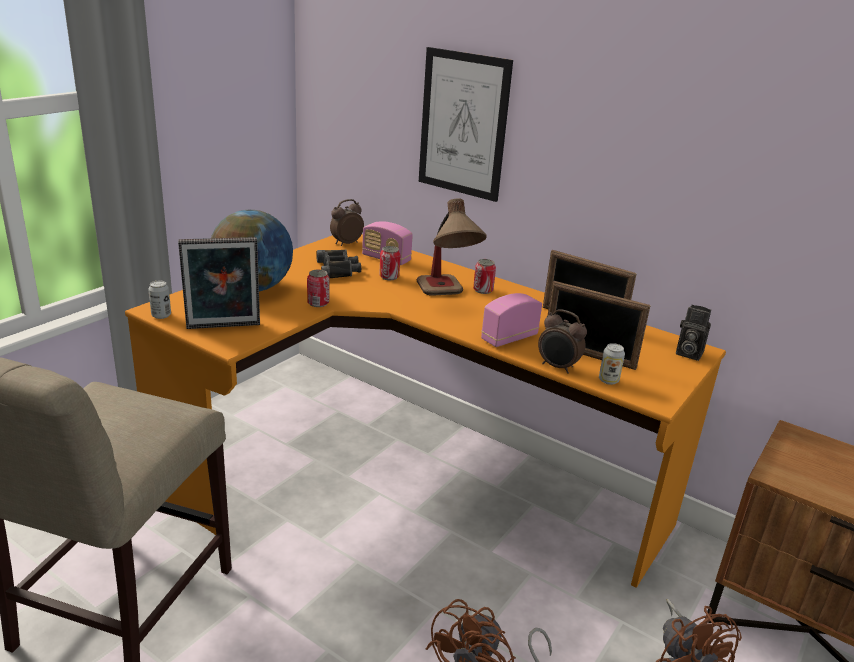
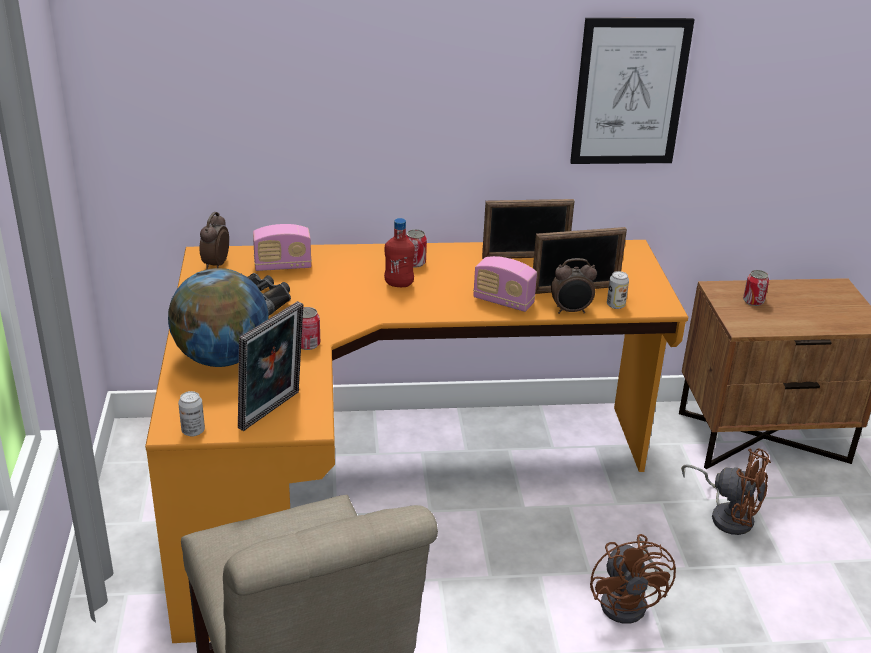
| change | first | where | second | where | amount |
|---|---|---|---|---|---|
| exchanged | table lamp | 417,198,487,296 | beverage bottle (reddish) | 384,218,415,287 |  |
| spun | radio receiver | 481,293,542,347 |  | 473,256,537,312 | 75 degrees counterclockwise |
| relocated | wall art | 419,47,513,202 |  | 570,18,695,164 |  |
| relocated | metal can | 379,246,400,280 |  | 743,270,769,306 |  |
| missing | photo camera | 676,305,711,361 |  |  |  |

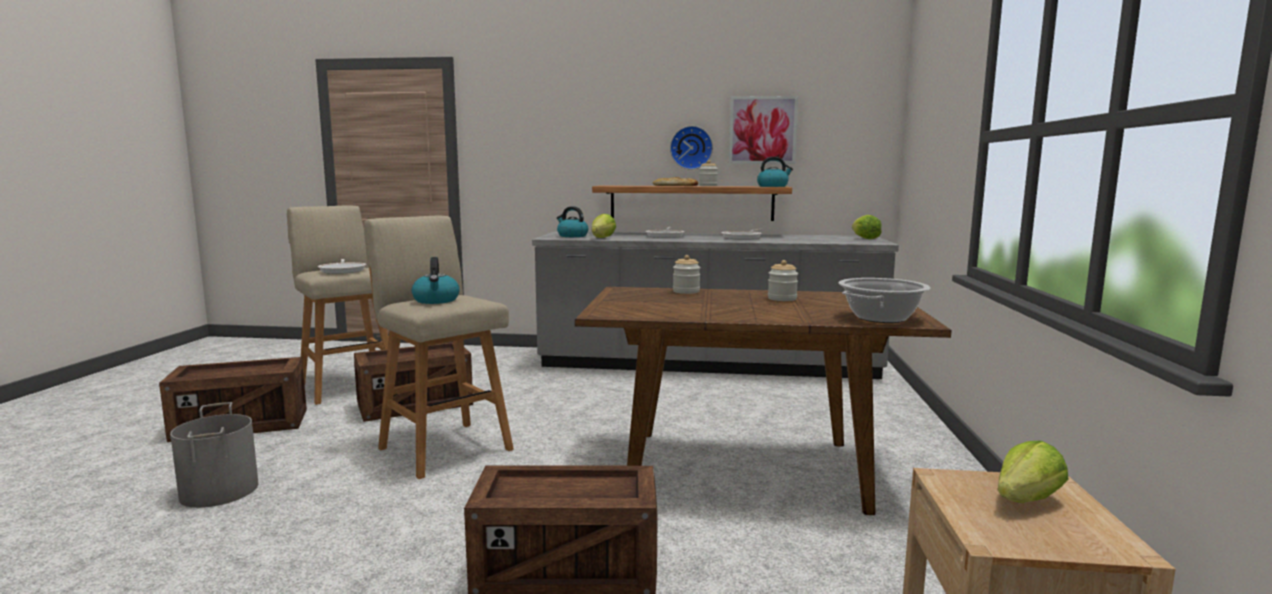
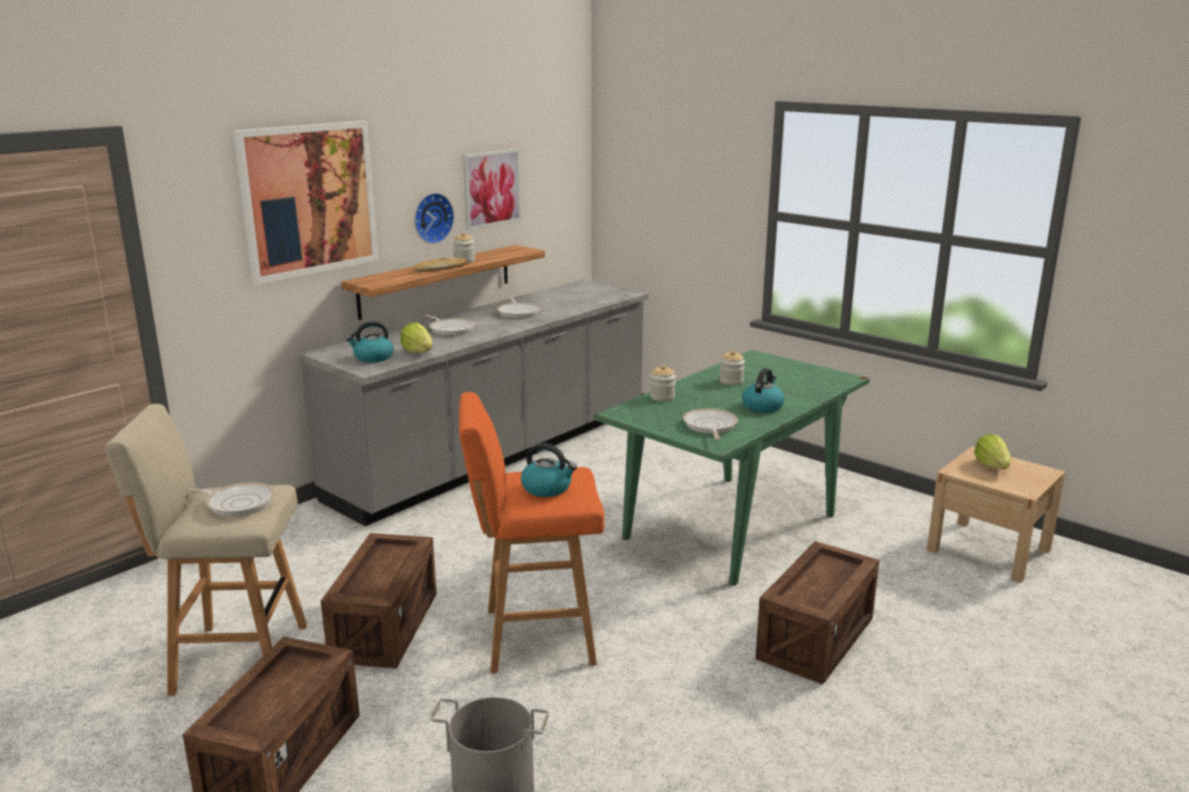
| change | first | where | second | where | amount |
|---|---|---|---|---|---|
| appeared |  |  | wall art | 233,121,378,285 |  |
| colour | stool (beige) | 364,216,514,479 | stool (orange-coloured) | 459,392,605,673 |  |
| colour | dinner table (brown) | 575,287,952,515 | dinner table (green) | 595,350,870,586 |  |
| appeared |  |  | frying pan | 683,409,738,440 |  |
| relocated | water kettle | 757,157,793,187 |  | 742,368,785,413 |  |
| missing | saucepot | 838,278,930,323 |  |  |  |
| missing | head of lettuce | 852,215,882,239 |  |  |  |

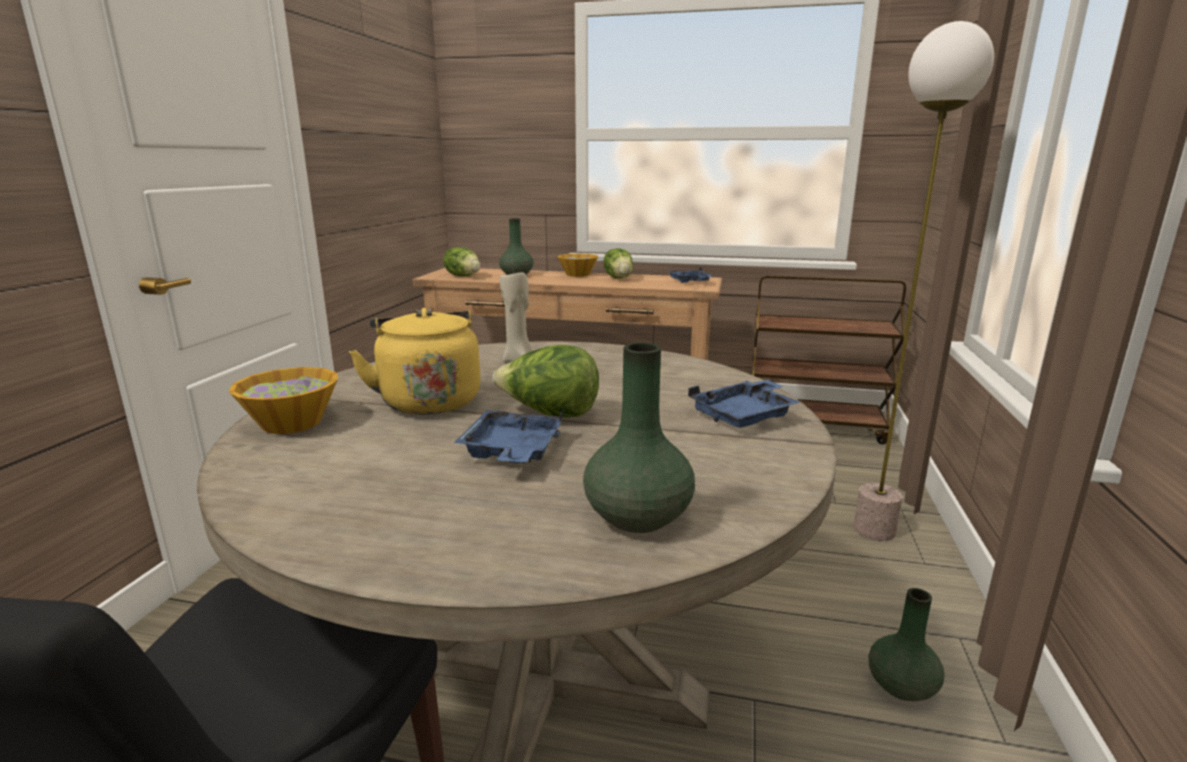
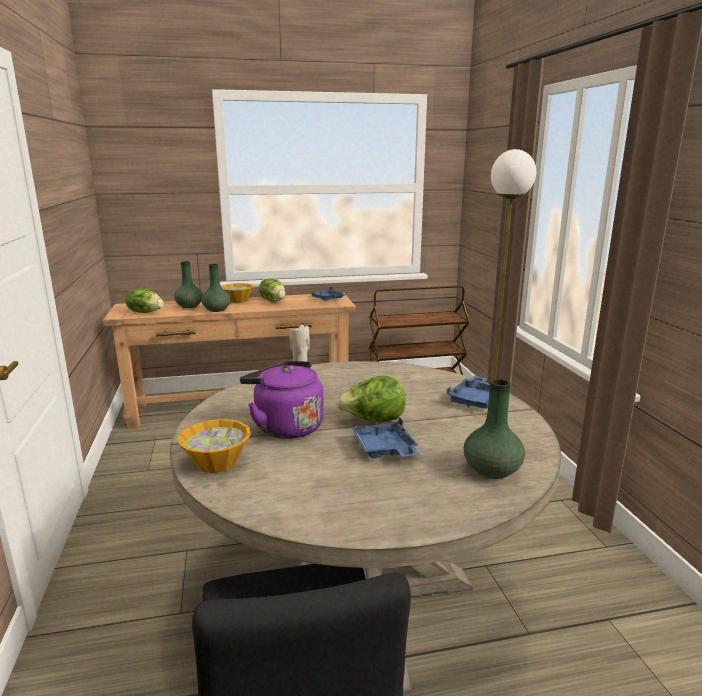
| change | first | where | second | where | amount |
|---|---|---|---|---|---|
| relocated | decorative vase (green) | 868,588,945,701 |  | 202,264,231,312 |  |
| colour | water kettle (yellow) | 349,308,481,415 | water kettle (purple) | 240,361,324,439 |  |

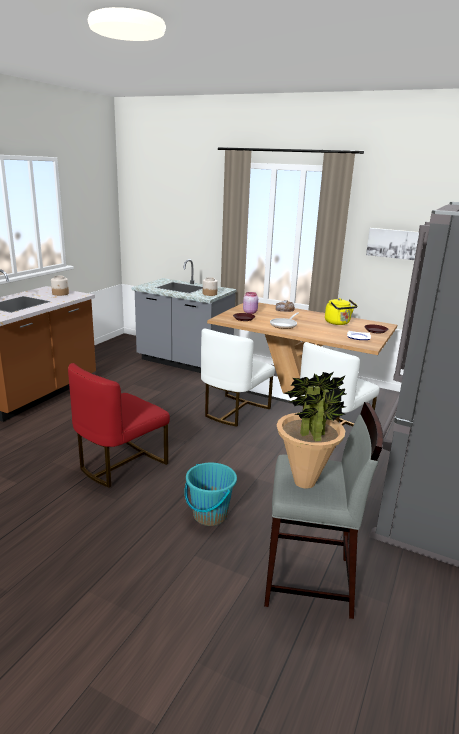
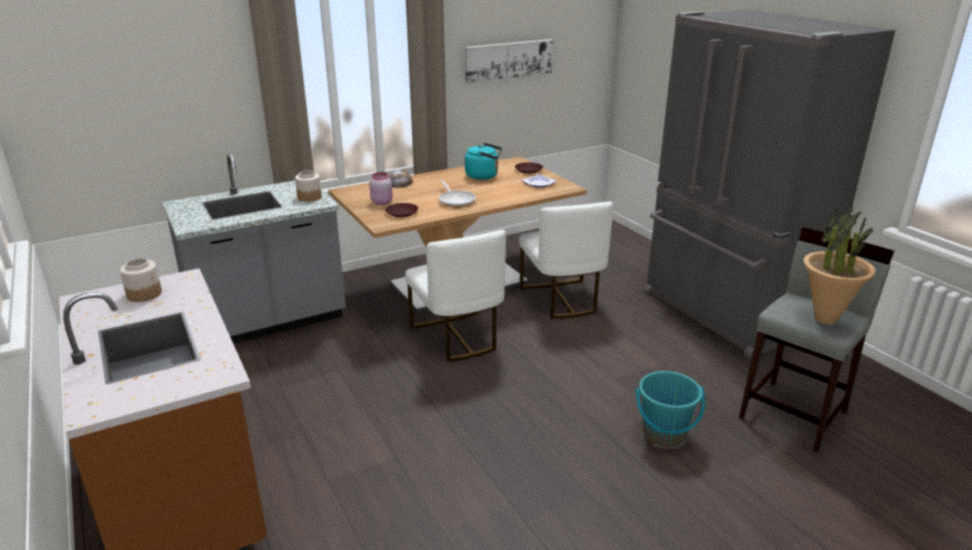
| change | first | where | second | where | amount |
|---|---|---|---|---|---|
| colour | water kettle (yellow) | 325,298,358,325 | water kettle (blue-green) | 465,143,502,180 |  |
| missing | plain chair (reddish) | 68,363,170,488 |  |  |  |

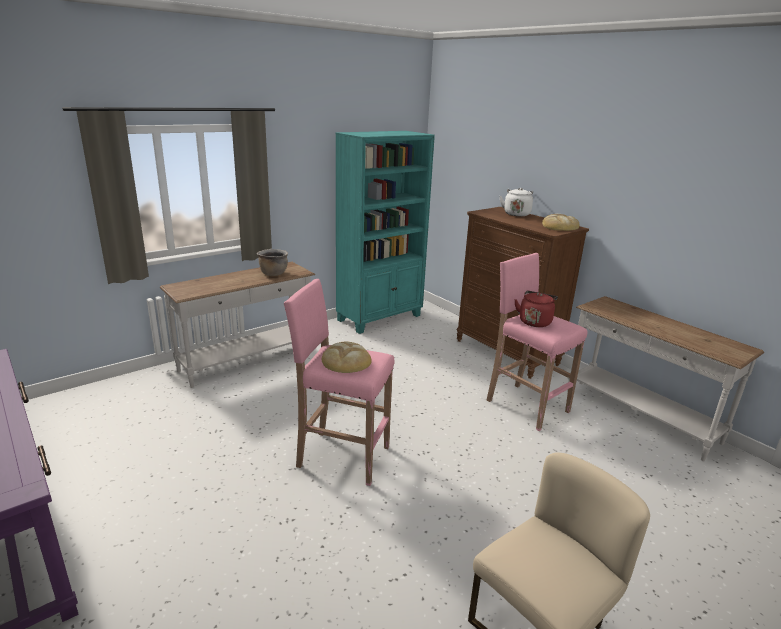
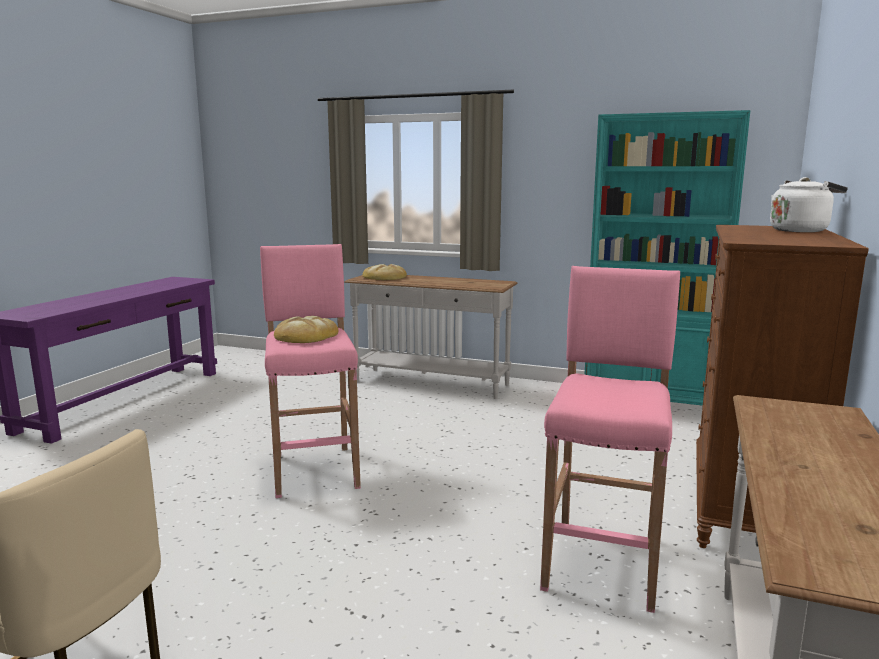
| change | first | where | second | where | amount |
|---|---|---|---|---|---|
| relocated | bread | 542,214,580,231 |  | 362,264,407,280 |  |
| missing | saucepot (brown) | 257,249,288,276 |  |  |  |
| missing | water kettle (reddish) | 514,291,558,327 |  |  |  |

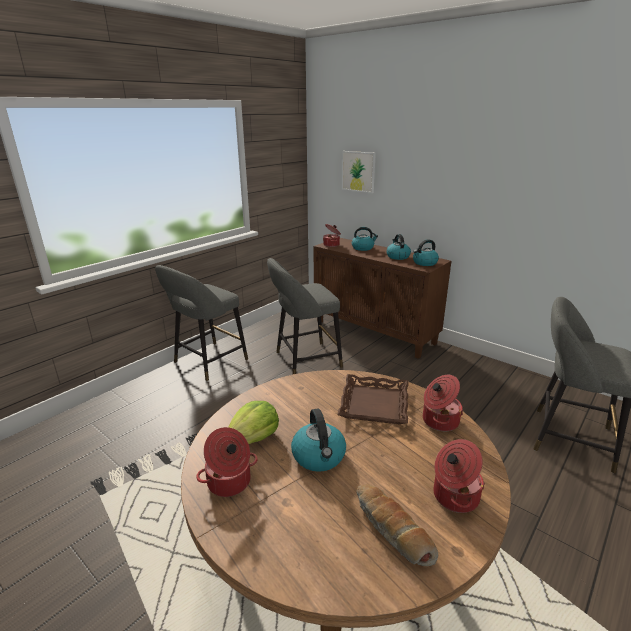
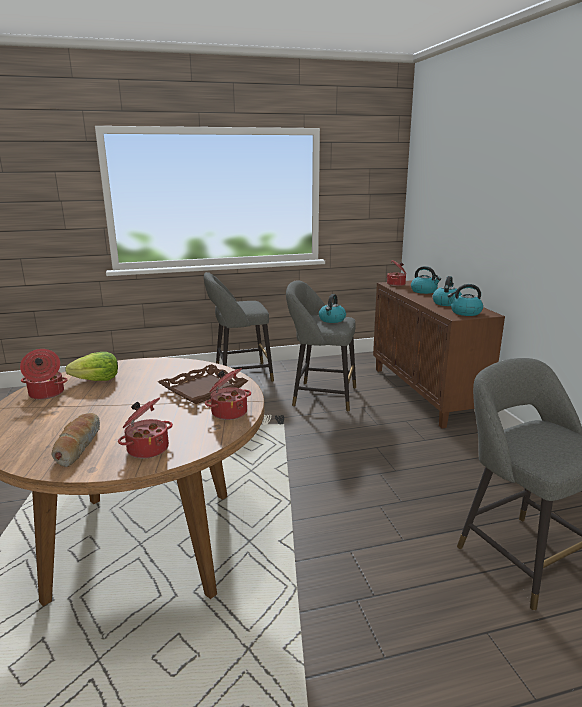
| change | first | where | second | where | amount |
|---|---|---|---|---|---|
| relocated | water kettle | 291,409,346,472 |  | 319,294,346,323 |  |
| missing | wall art | 342,151,376,193 |  |  |  |

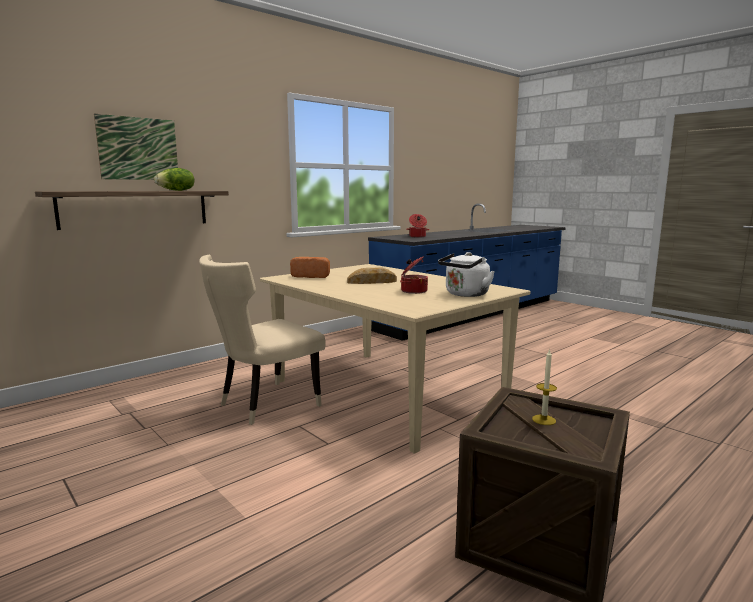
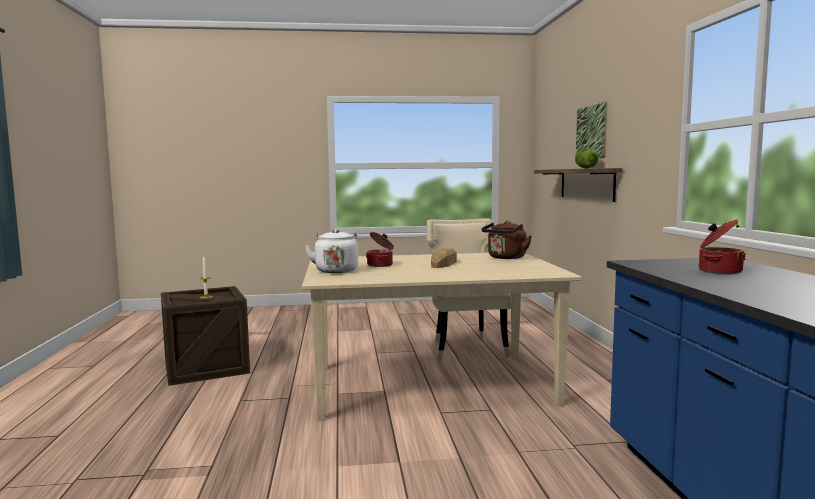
| change | first | where | second | where | amount |
|---|---|---|---|---|---|
| exchanged | bread | 290,257,330,278 | water kettle (brown) | 482,221,532,259 |  |

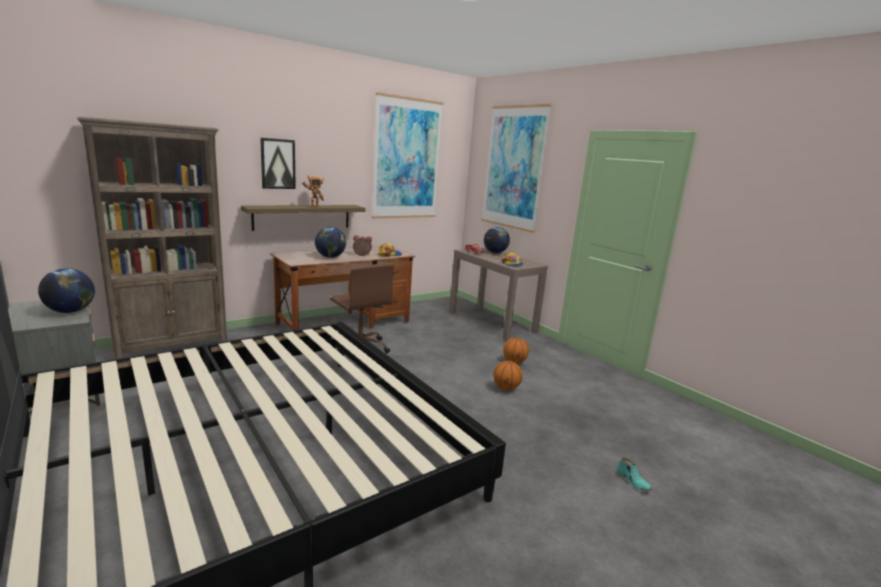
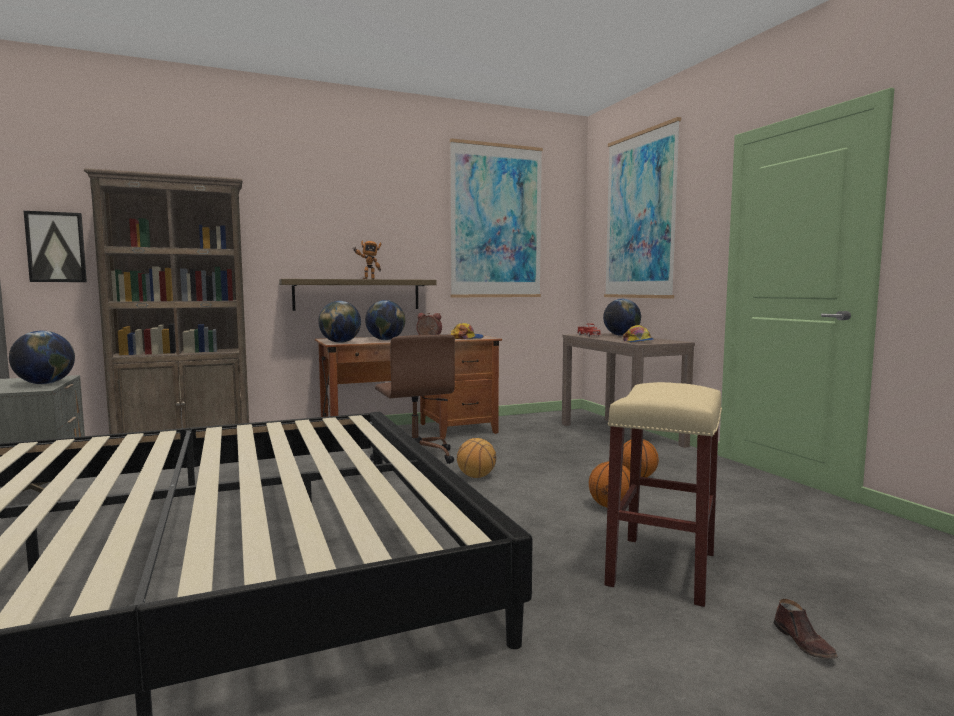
| change | first | where | second | where | amount |
|---|---|---|---|---|---|
| relocated | wall art | 260,138,296,189 |  | 24,211,87,282 |  |
| appeared |  |  | desk globe | 318,301,361,343 |  |
| appeared |  |  | basketball | 457,438,496,478 |  |
| appeared |  |  | stool (beige) | 604,382,722,607 |  |
| colour | item of footwear (blue-green) | 617,458,652,491 | item of footwear (brown) | 774,599,838,659 |  |

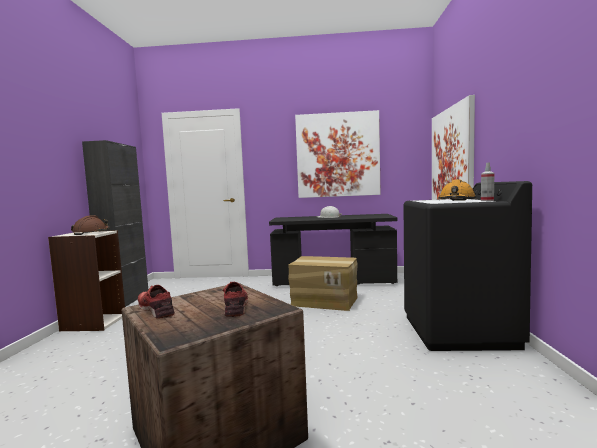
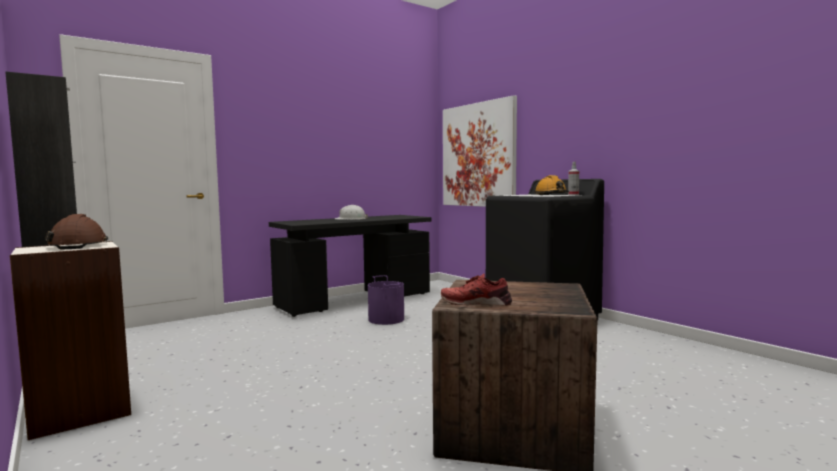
| change | first | where | second | where | amount |
|---|---|---|---|---|---|
| exchanged | packing box | 288,256,358,311 | water bucket (purple) | 368,275,404,325 |  |
| missing | item of footwear (reddish) | 223,282,248,317 |  |  |  |
| missing | wall art | 295,110,381,198 |  |  |  |

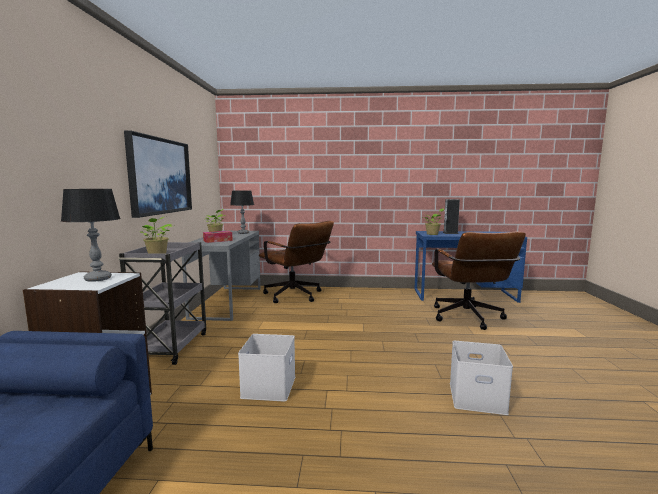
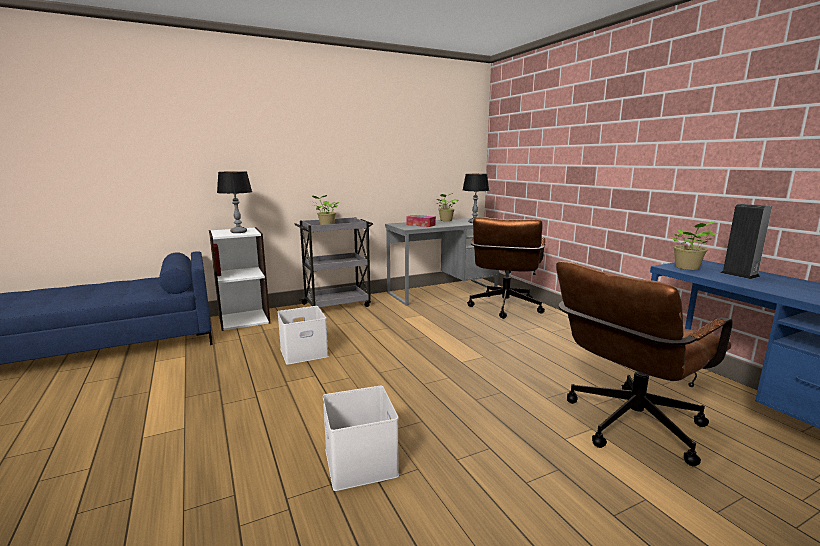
| change | first | where | second | where | amount |
|---|---|---|---|---|---|
| missing | wall art | 124,131,192,218 |  |  |  |

